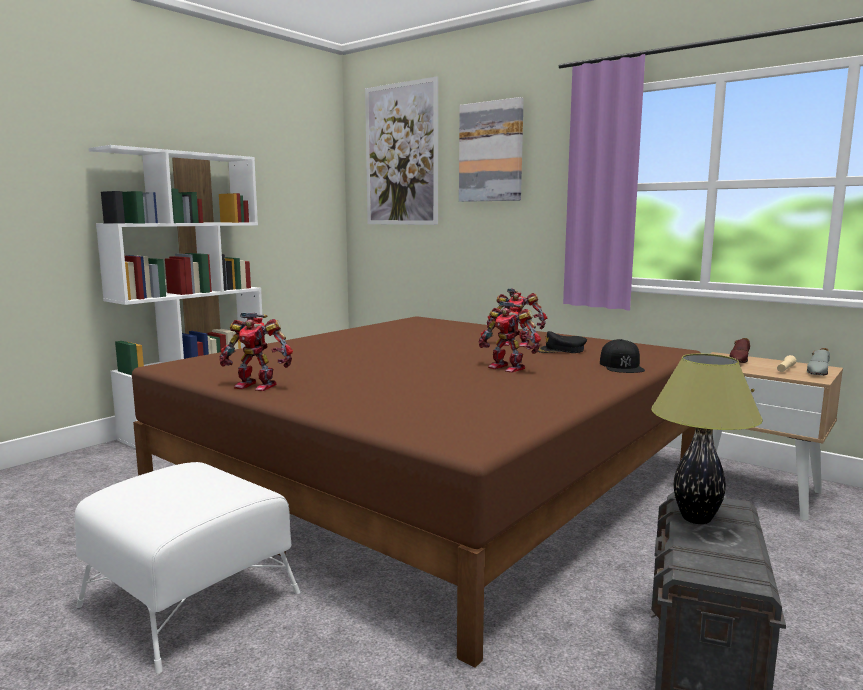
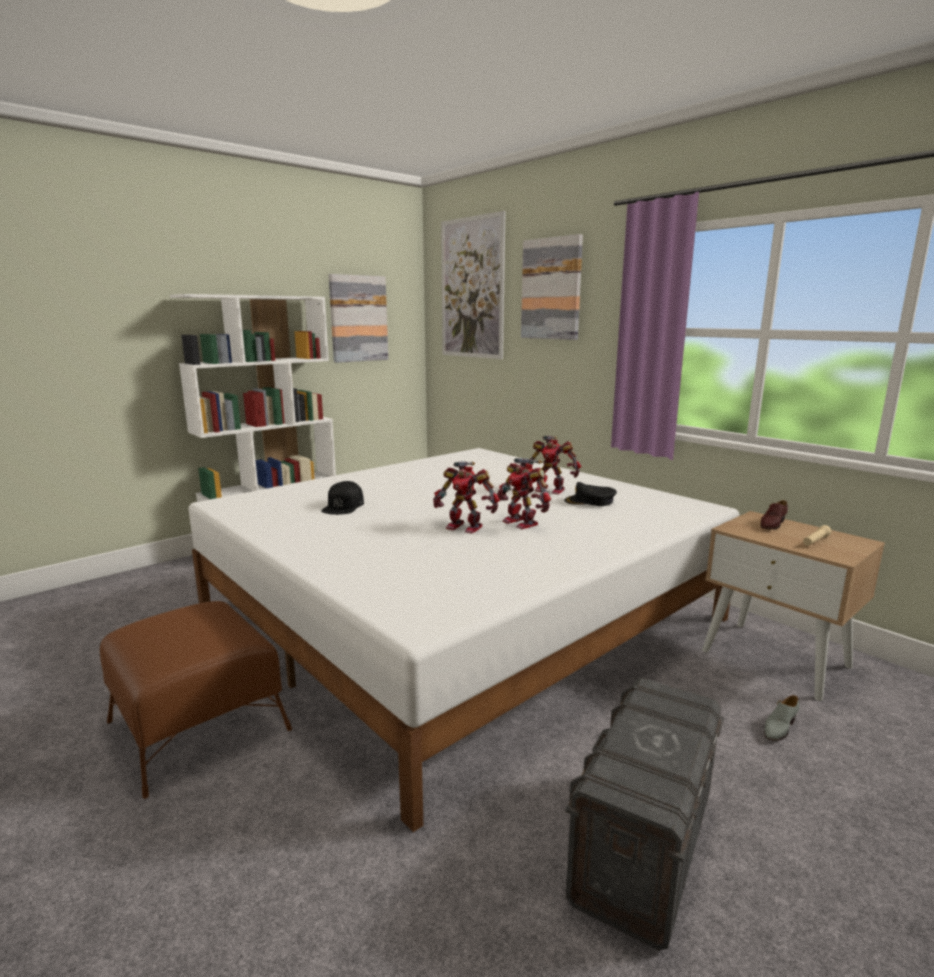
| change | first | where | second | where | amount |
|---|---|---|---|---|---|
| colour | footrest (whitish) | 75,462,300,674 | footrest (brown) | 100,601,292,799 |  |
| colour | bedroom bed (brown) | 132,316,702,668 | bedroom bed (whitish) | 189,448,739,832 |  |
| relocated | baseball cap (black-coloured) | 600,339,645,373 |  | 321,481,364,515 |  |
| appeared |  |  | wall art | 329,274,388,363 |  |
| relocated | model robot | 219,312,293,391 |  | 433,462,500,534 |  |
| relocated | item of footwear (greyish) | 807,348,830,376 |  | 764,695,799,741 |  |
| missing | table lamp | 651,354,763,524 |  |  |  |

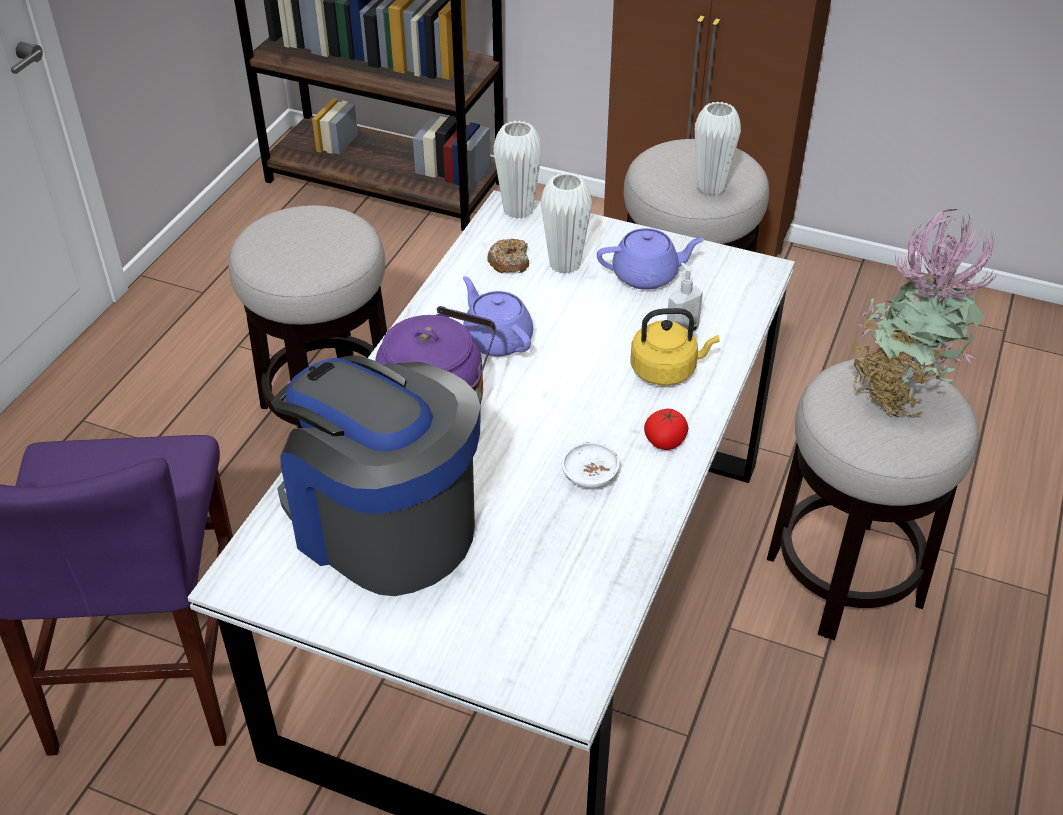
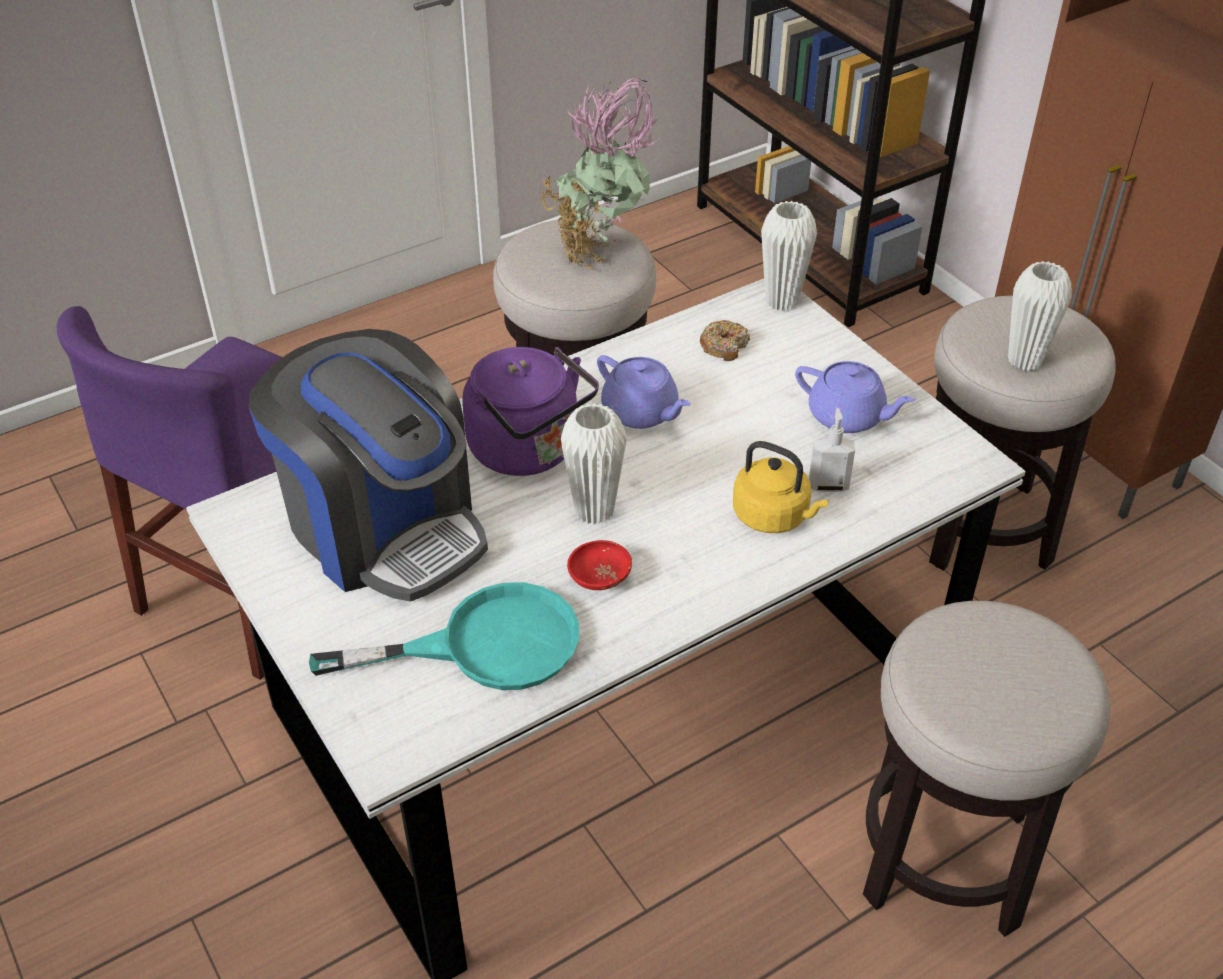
| change | first | where | second | where | amount |
|---|---|---|---|---|---|
| spun | coffee brewer | 271,355,481,596 |  | 249,329,488,602 | 150 degrees clockwise |
| appeared |  |  | frying pan (blue-green) | 309,582,579,690 |  |
| relocated | houseplant | 848,209,998,419 |  | 540,78,661,269 |  |
| relocated | decorative vase (whitish) | 540,172,592,274 |  | 561,403,627,525 |  |
| colour | bowl (whitish) | 562,442,620,488 | bowl (reddish) | 567,540,632,590 |  |
| spun | tea pot (purple) | 463,276,533,356 |  | 597,355,691,429 | 135 degrees clockwise |
| missing | tomato | 644,409,688,450 |  |  |  |

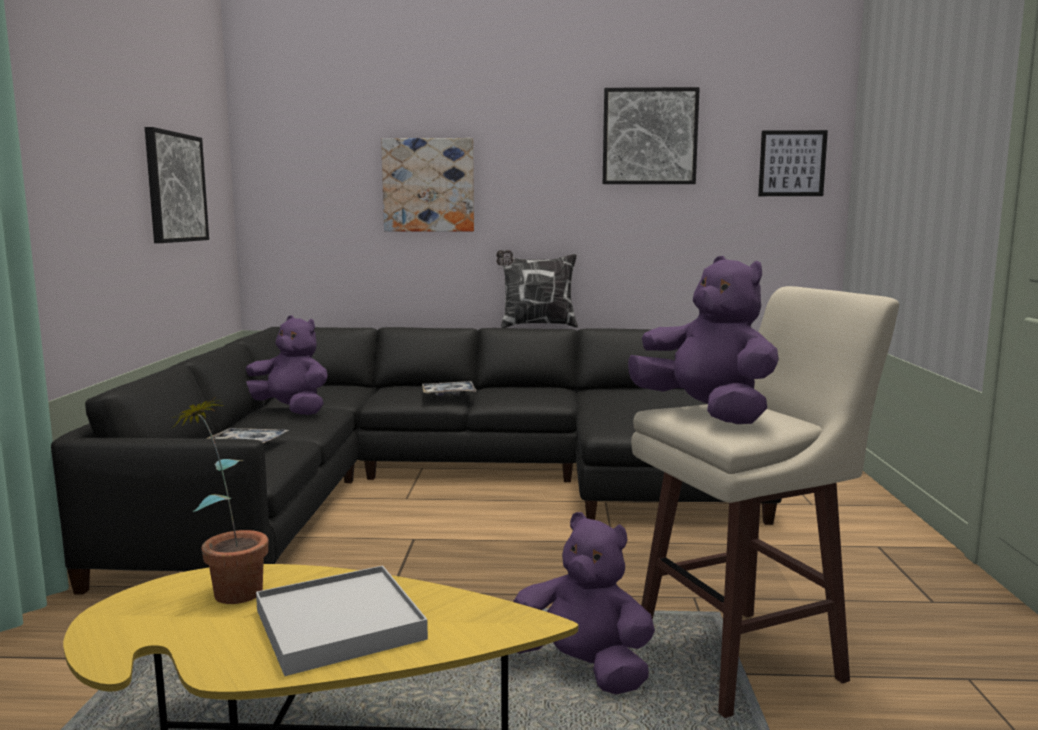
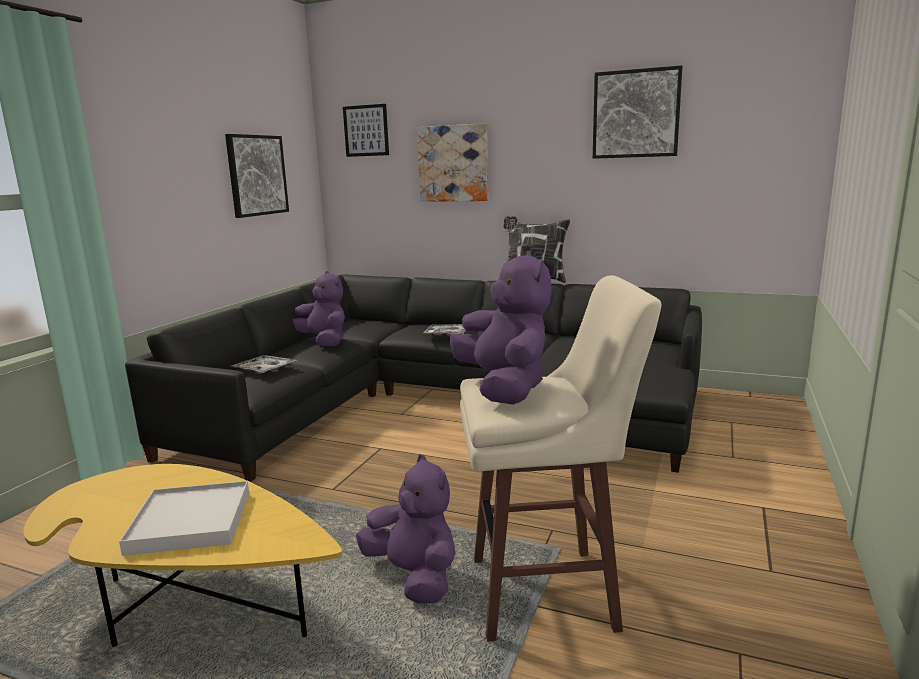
| change | first | where | second | where | amount |
|---|---|---|---|---|---|
| relocated | wall art | 758,130,828,196 |  | 343,104,389,157 |  |
| missing | houseplant | 171,397,269,604 |  |  |  |

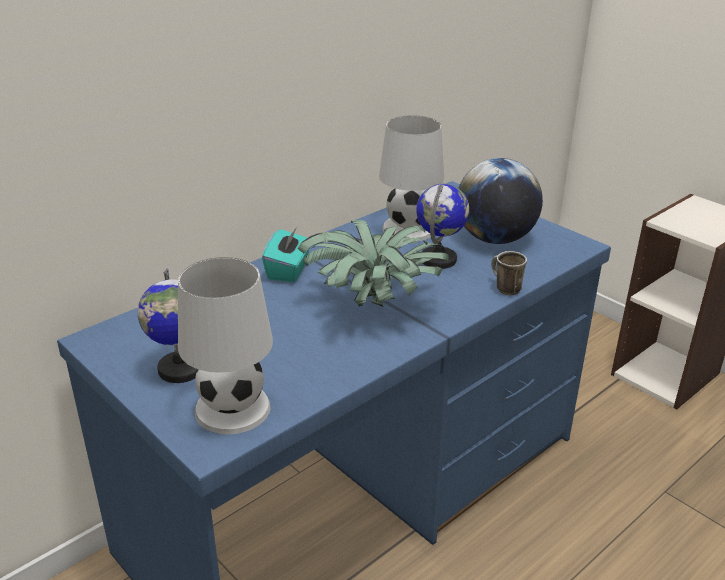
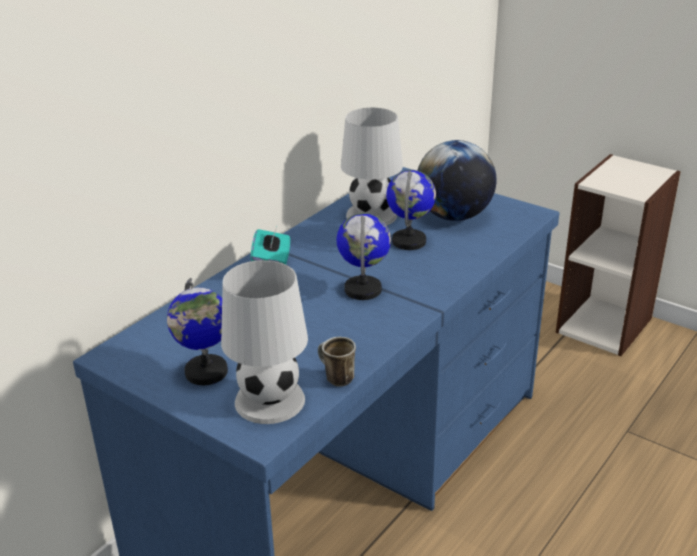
| change | first | where | second | where | amount |
|---|---|---|---|---|---|
| relocated | mug | 491,251,527,295 |  | 318,337,356,387 |  |
| exchanged | houseplant | 298,220,449,307 | desk globe | 337,213,391,300 |  |

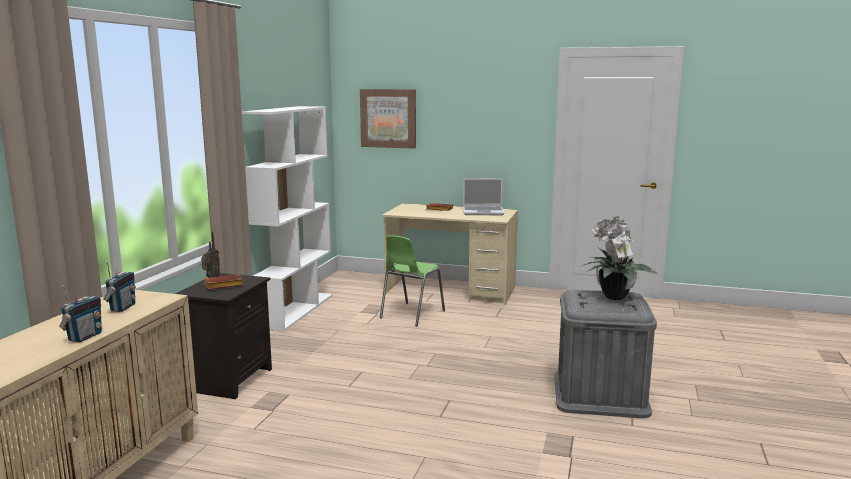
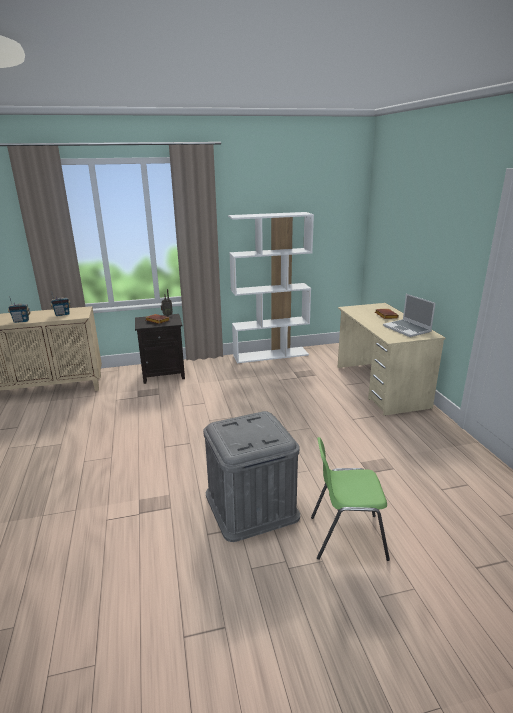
| change | first | where | second | where | amount |
|---|---|---|---|---|---|
| relocated | plain chair (green) | 380,235,445,326 |  | 311,437,390,561 |  |
| missing | wall art | 360,89,416,149 |  |  |  |
| missing | houseplant | 582,216,659,300 |  |  |  |

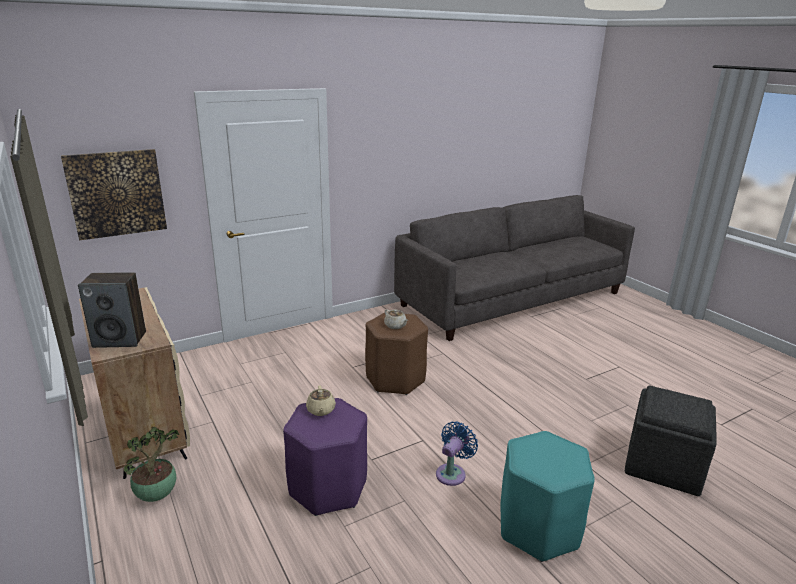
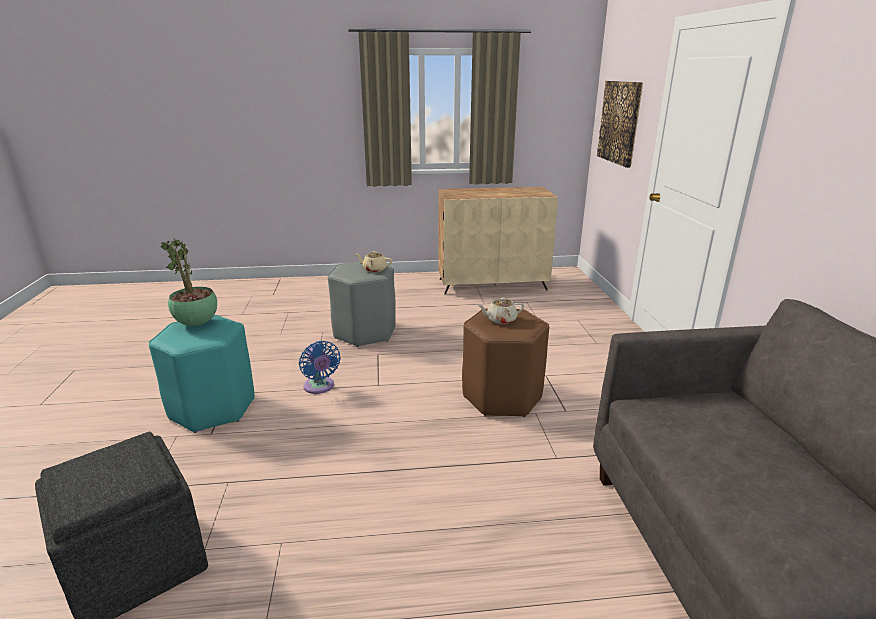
| change | first | where | second | where | amount |
|---|---|---|---|---|---|
| relocated | houseplant | 123,427,179,502 |  | 161,239,217,326 |  |
| colour | stool (purple) | 283,398,367,516 | stool (greyish) | 328,262,396,347 |  |
| missing | audio speaker | 78,272,146,348 |  |  |  |

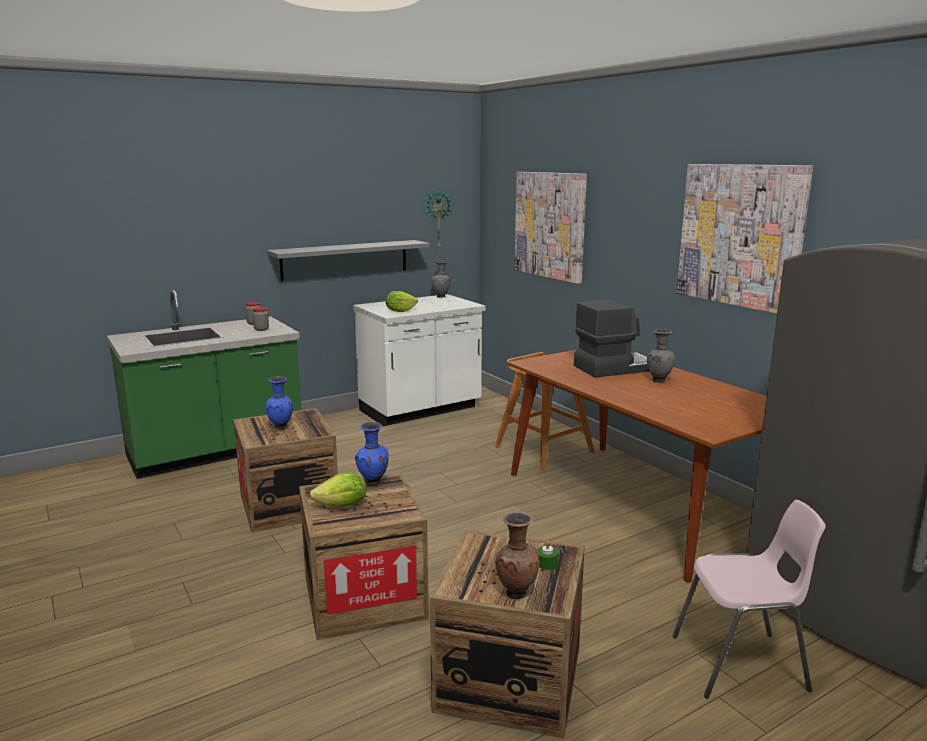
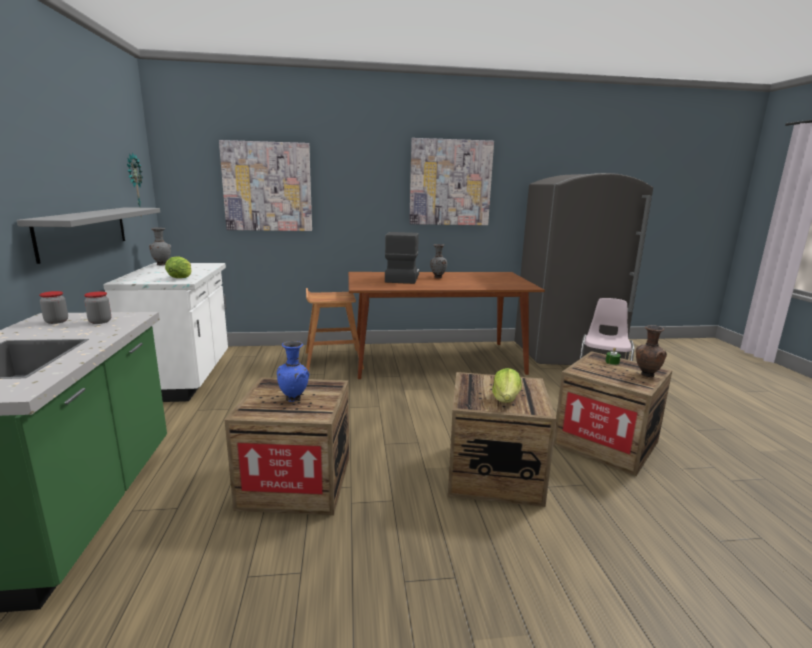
| change | first | where | second | where | amount |
|---|---|---|---|---|---|
| missing | decorative vase (bluish) | 355,422,389,486 |  |  |  |

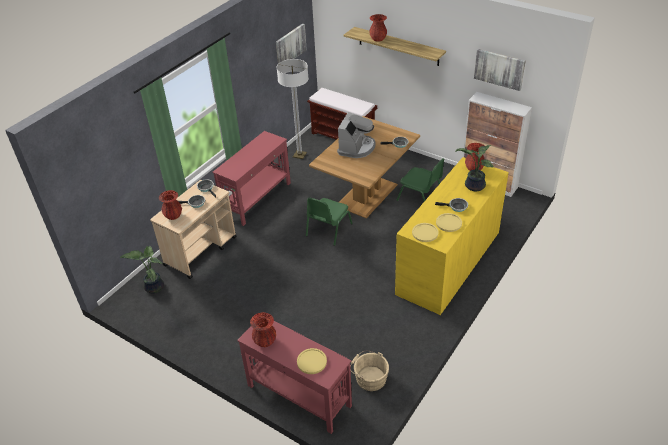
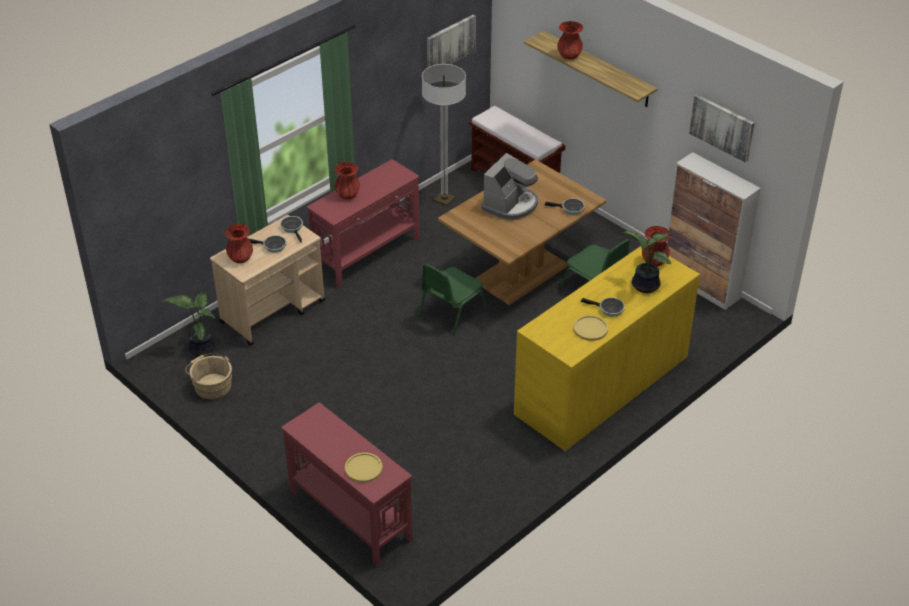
| change | first | where | second | where | amount |
|---|---|---|---|---|---|
| relocated | water bucket (beige) | 350,351,389,391 |  | 185,353,232,399 |  |
| relocated | decorative vase (reddish) | 250,312,276,347 |  | 334,162,360,200 |  |
| missing | flat dish (yellow) | 412,223,438,242 |  |  |  |

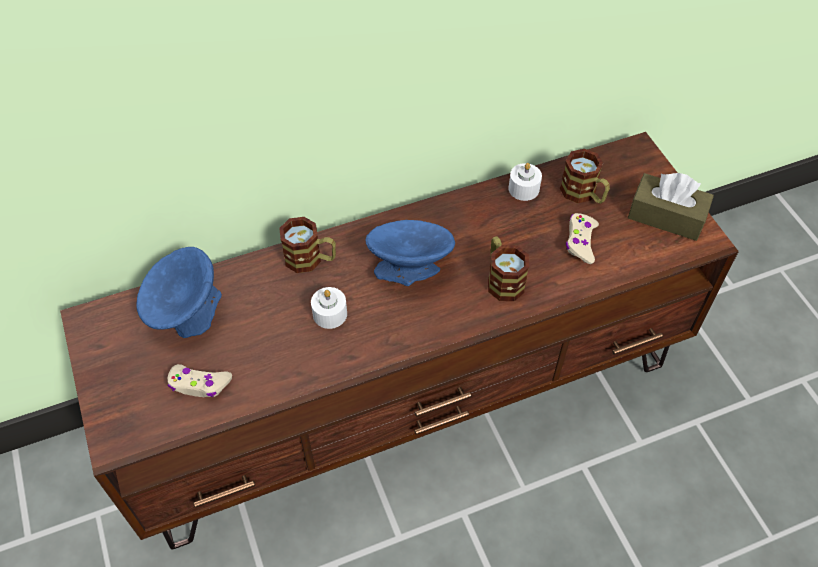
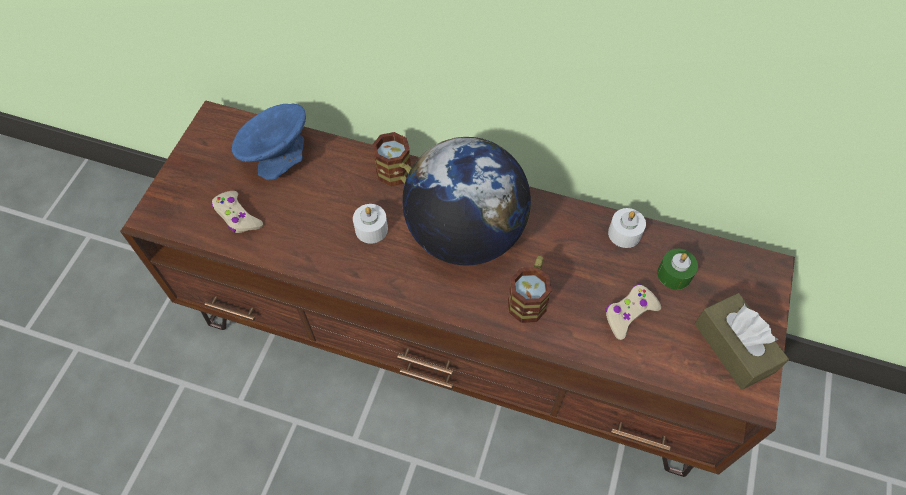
| change | first | where | second | where | amount |
|---|---|---|---|---|---|
| exchanged | bowl (bluish) | 365,220,455,286 | desk globe | 402,137,531,265 |  |
| exchanged | mug | 560,149,610,204 | wax light (green) | 657,249,698,290 |  |

